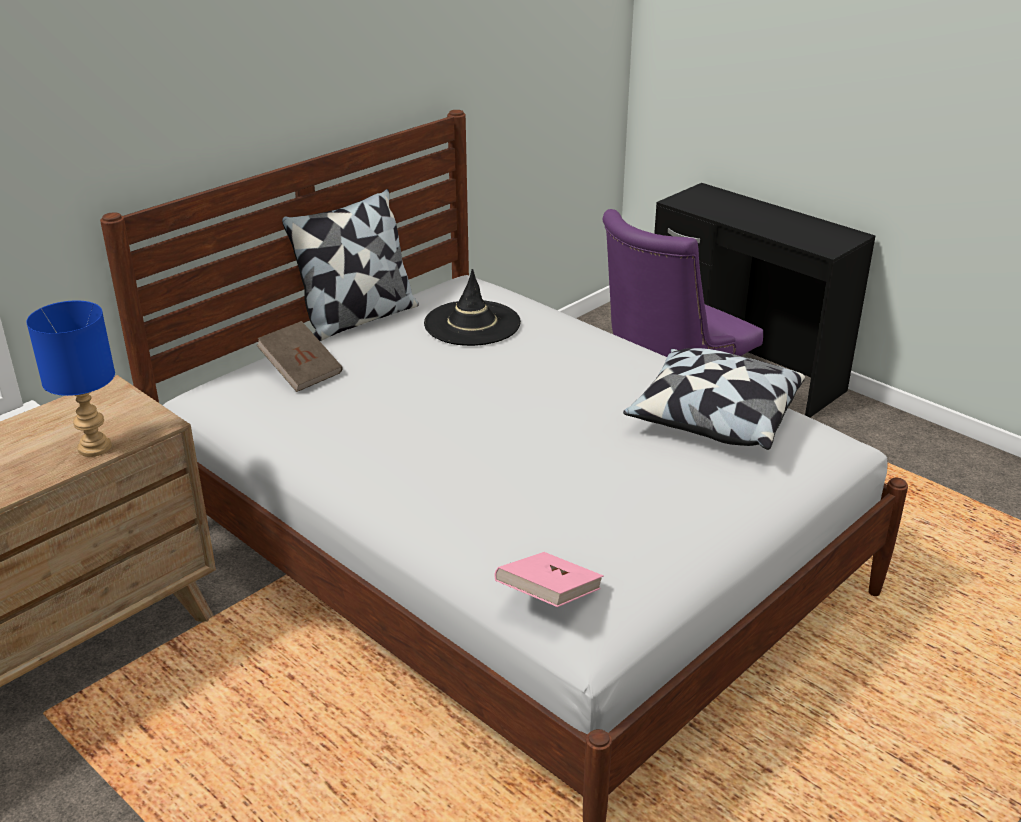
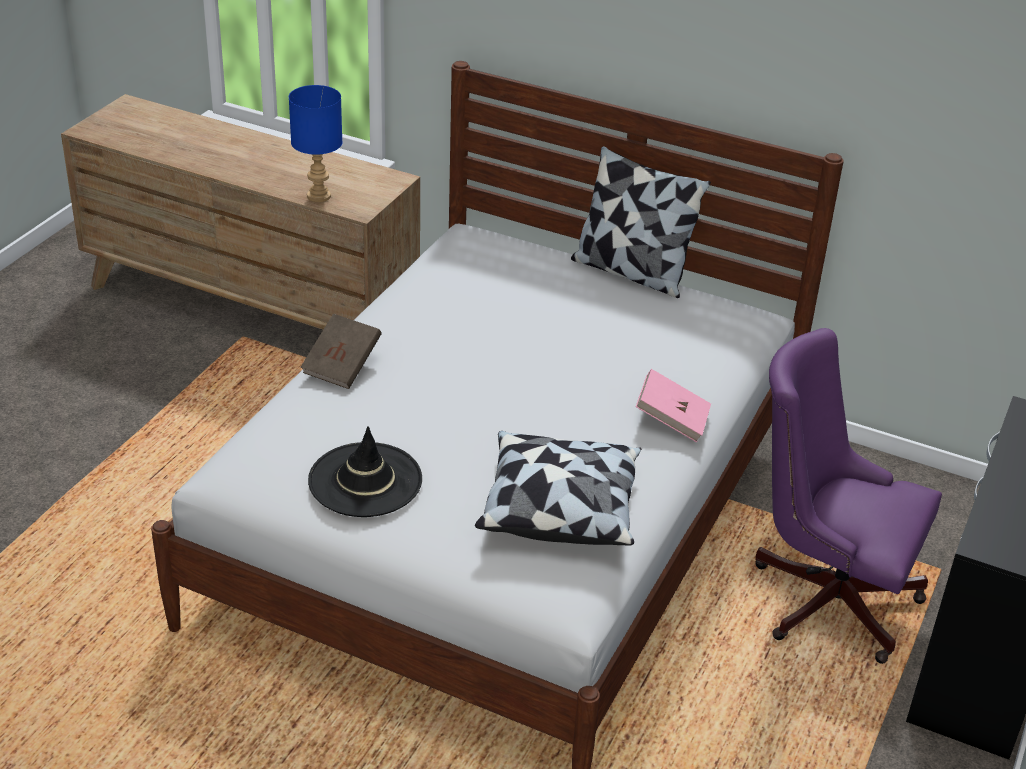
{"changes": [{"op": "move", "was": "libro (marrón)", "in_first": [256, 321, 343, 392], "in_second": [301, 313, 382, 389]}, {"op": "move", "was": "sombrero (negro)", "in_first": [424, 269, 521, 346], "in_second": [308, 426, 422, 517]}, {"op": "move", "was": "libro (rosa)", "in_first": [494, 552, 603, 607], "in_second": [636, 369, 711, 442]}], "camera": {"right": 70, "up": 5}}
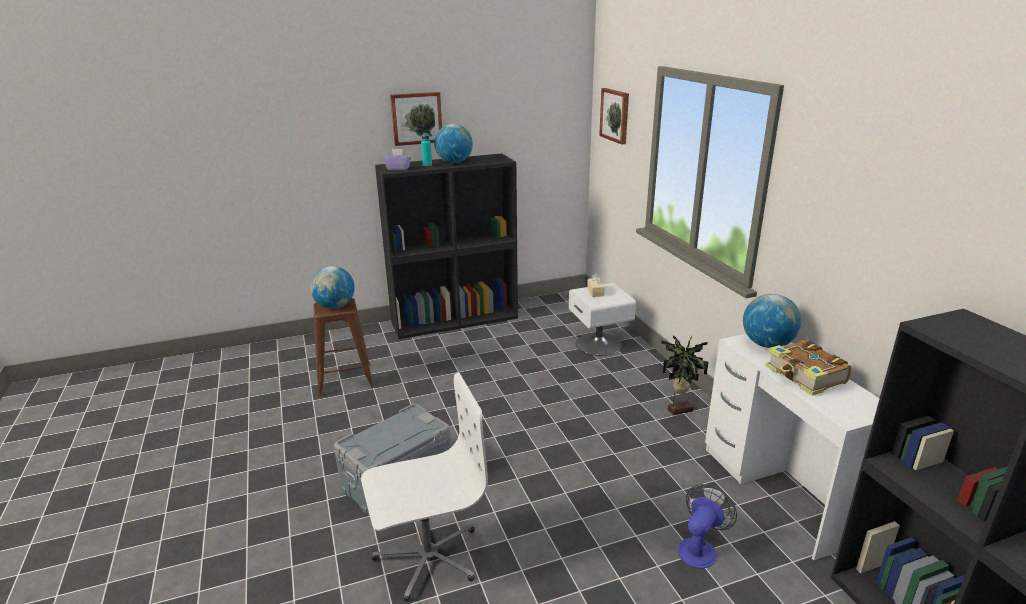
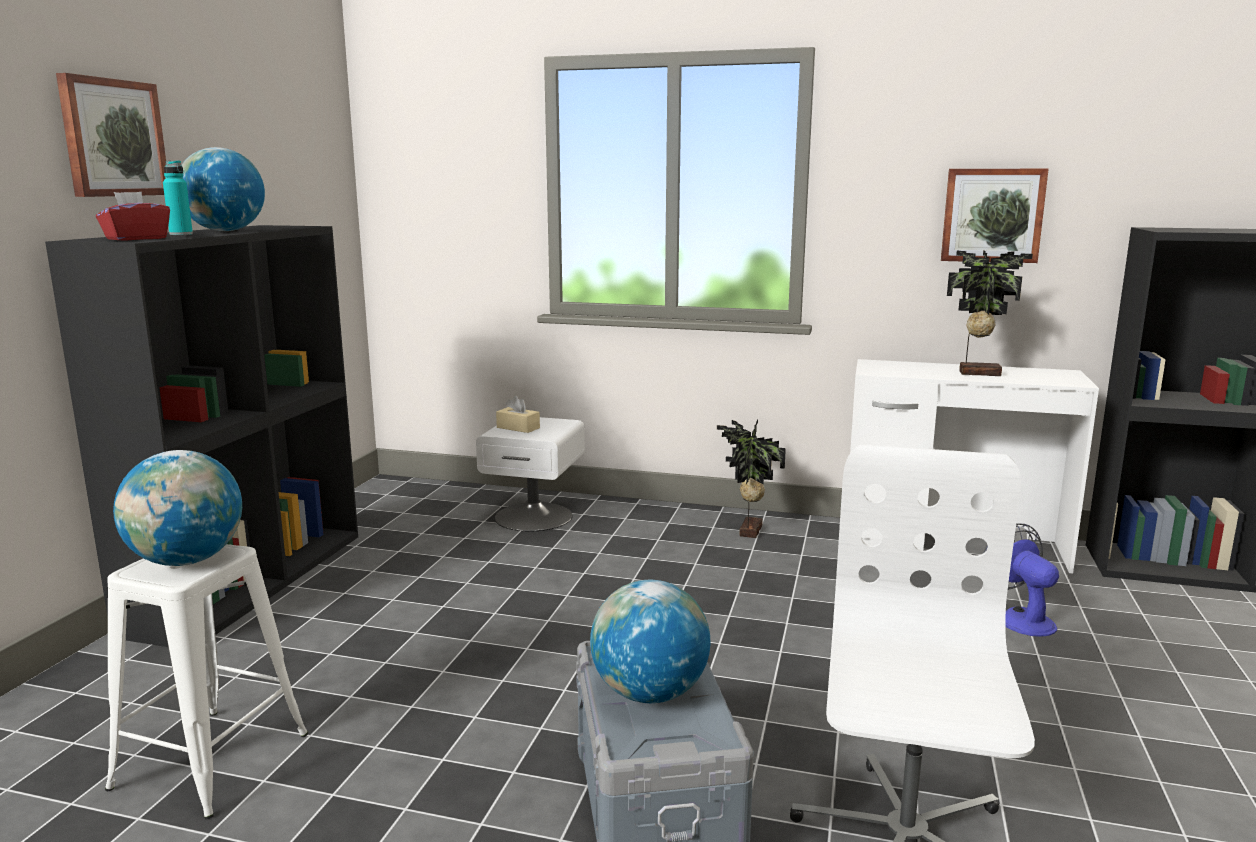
{"changes": [{"op": "recolor", "was": "taburete (marrón)", "now": "taburete (blanco)", "in_first": [313, 298, 374, 396], "in_second": [105, 544, 308, 819]}, {"op": "recolor", "was": "caja de pañuelos (morado)", "now": "caja de pañuelos (rojo)", "in_first": [383, 149, 411, 170], "in_second": [96, 192, 170, 241]}, {"op": "move", "was": "cuadro", "in_first": [599, 88, 629, 145], "in_second": [941, 169, 1049, 263]}, {"op": "move", "was": "globo terráqueo", "in_first": [743, 294, 801, 348], "in_second": [590, 580, 711, 703]}, {"op": "replace", "was": "libro", "now": "planta en maceta", "in_first": [766, 340, 852, 396], "in_second": [947, 250, 1033, 376]}], "camera": {"right": -55, "up": -10}}
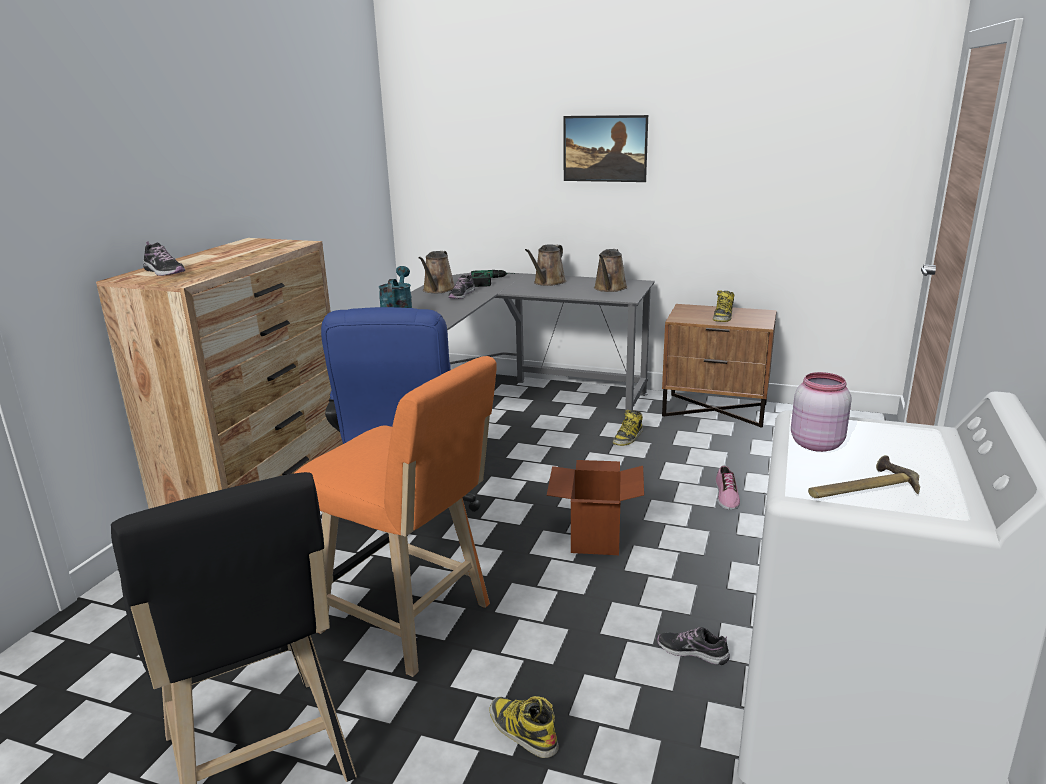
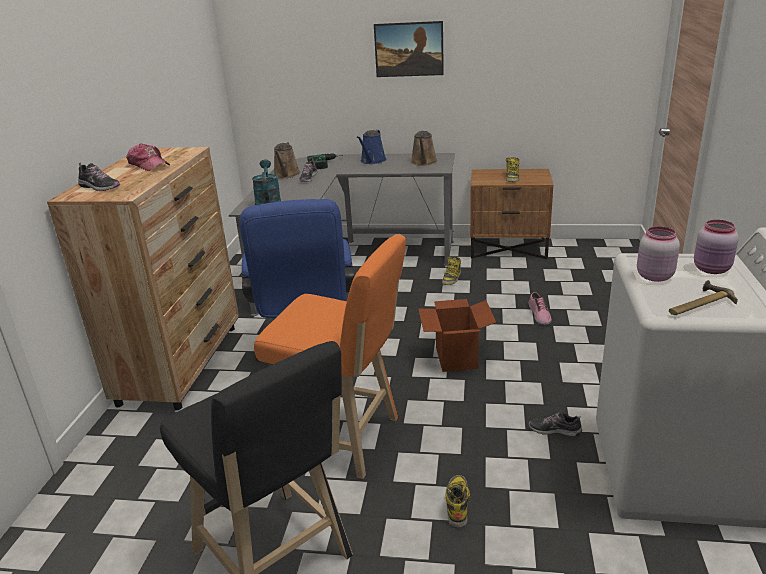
{"changes": [{"op": "rotate", "was": "bota", "in_first": [489, 696, 559, 758], "in_second": [446, 475, 470, 528], "clockwise": 60}, {"op": "recolor", "was": "regadera (marrón)", "now": "regadera (azul)", "in_first": [525, 244, 566, 286], "in_second": [357, 130, 387, 164]}, {"op": "insert", "now": "gorra", "in_second": [126, 143, 170, 171]}, {"op": "insert", "now": "tarro (rosa)", "in_second": [694, 220, 738, 274]}], "camera": {"right": -10, "up": 5}}
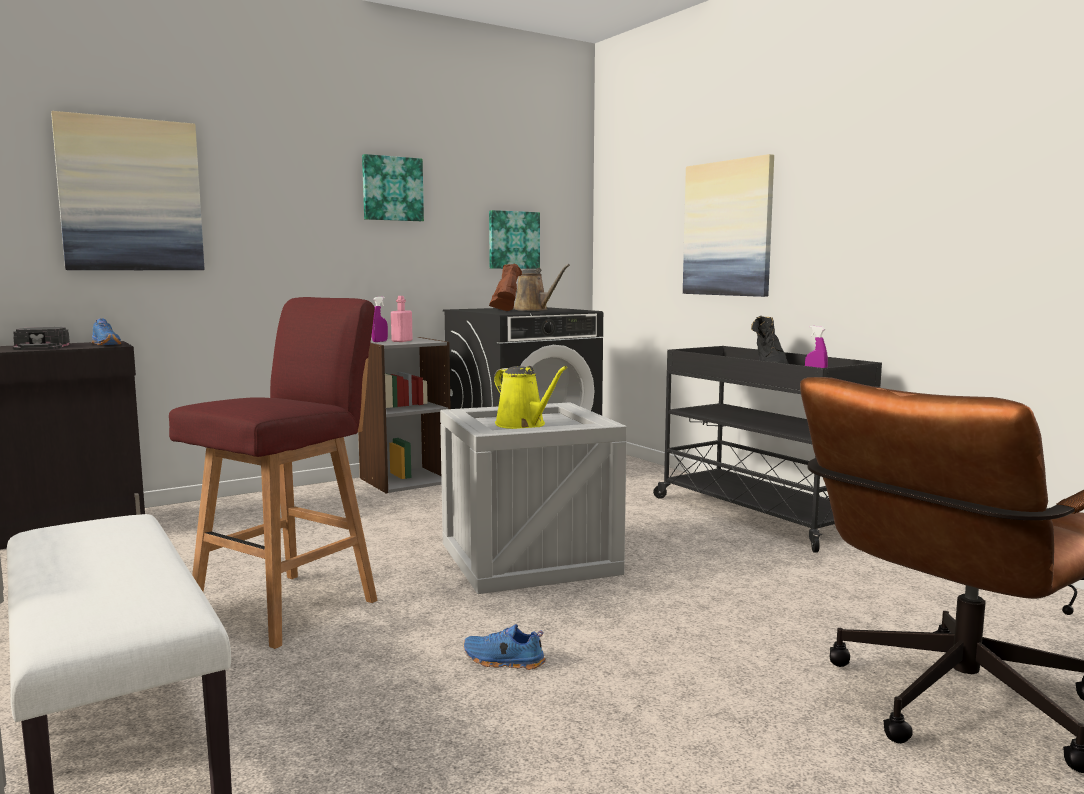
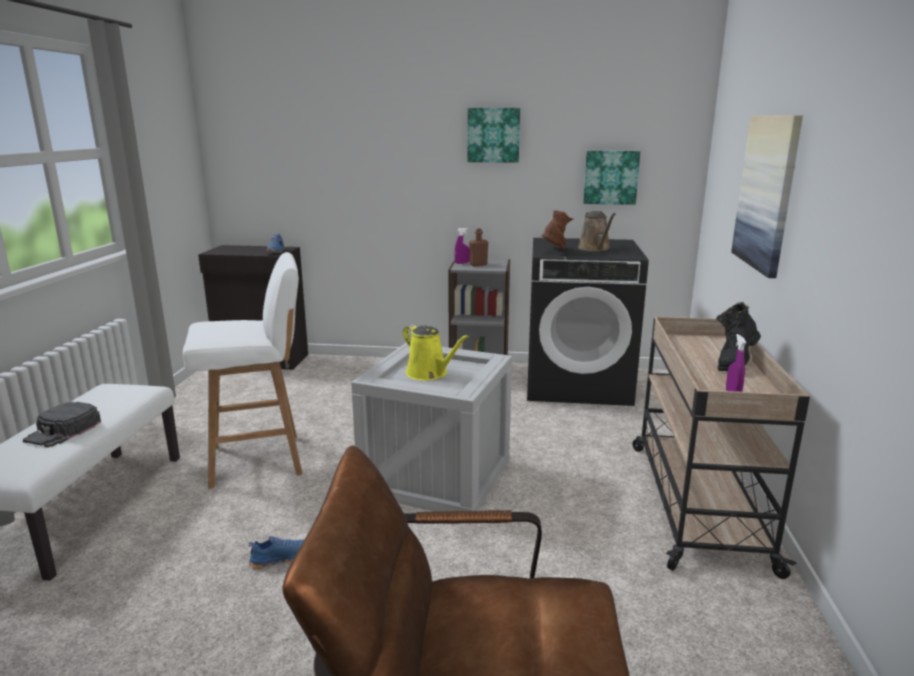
{"changes": [{"op": "move", "was": "gorra (negro)", "in_first": [13, 327, 70, 350], "in_second": [23, 402, 101, 447]}, {"op": "delete", "was": "cuadro", "in_first": [51, 111, 204, 270]}, {"op": "recolor", "was": "taburete (rojo)", "now": "taburete (blanco)", "in_first": [169, 297, 377, 649], "in_second": [183, 252, 303, 489]}, {"op": "recolor", "was": "botella (rosa)", "now": "botella (marrón)", "in_first": [391, 296, 413, 342], "in_second": [469, 228, 488, 266]}, {"op": "rotate", "was": "zapato (azul)", "in_first": [464, 624, 546, 670], "in_second": [249, 536, 304, 569], "clockwise": 105}, {"op": "rotate", "was": "regadera (amarillo)", "in_first": [494, 366, 567, 429], "in_second": [403, 324, 469, 380], "clockwise": -45}, {"op": "recolor", "was": "carrito (negro)", "now": "carrito (beis)", "in_first": [653, 346, 882, 553], "in_second": [633, 317, 810, 579]}], "camera": {"right": 40, "up": 10}}
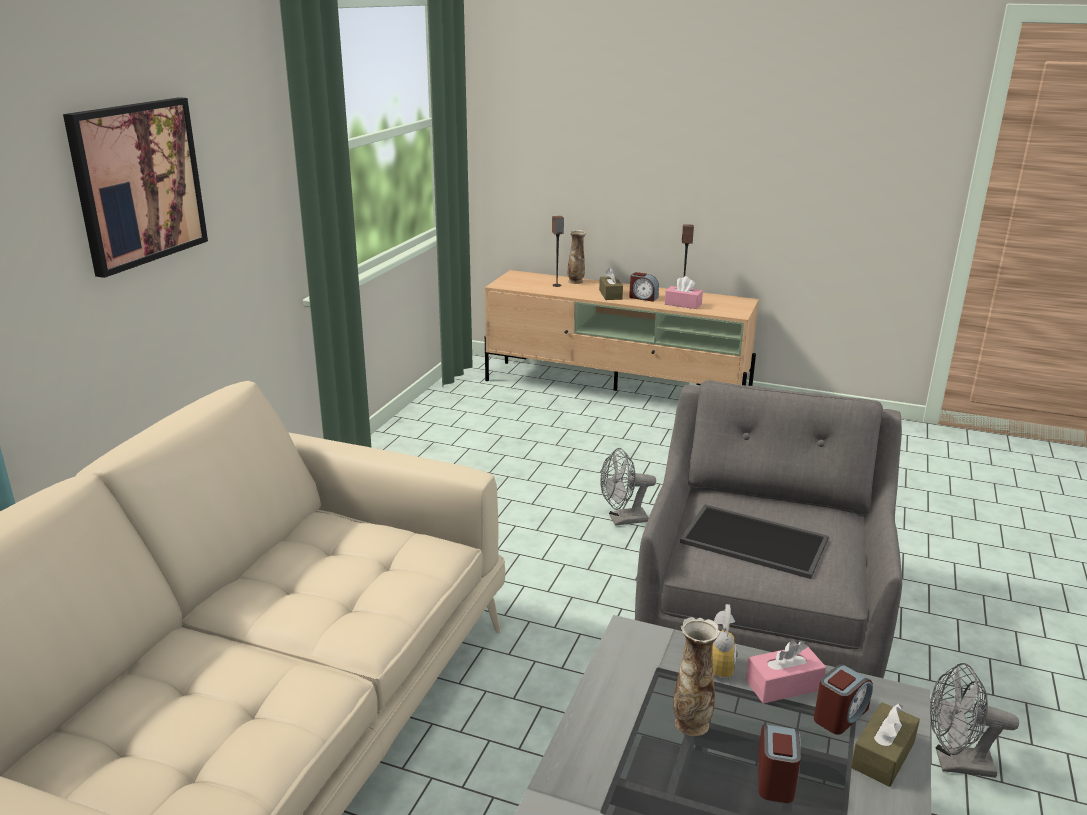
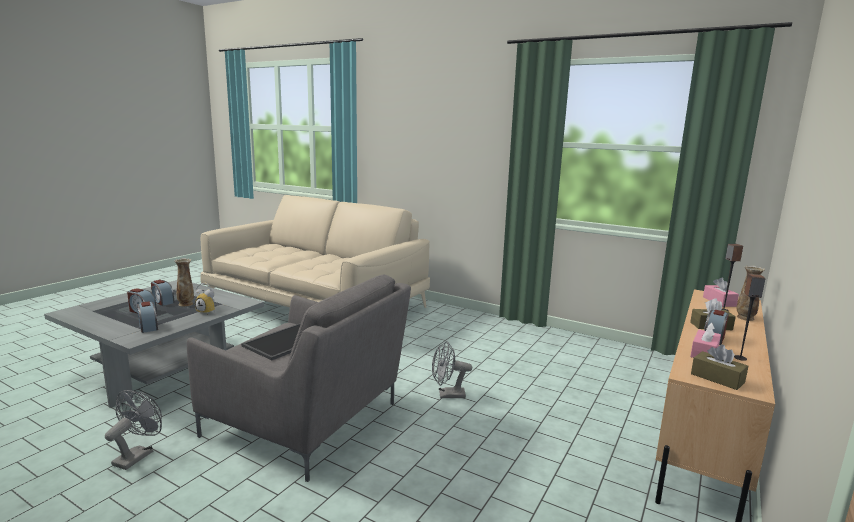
{"changes": [{"op": "delete", "was": "cuadro", "in_first": [63, 97, 208, 278]}, {"op": "rotate", "was": "ventilador (gris)", "in_first": [600, 448, 656, 526], "in_second": [432, 341, 472, 398], "clockwise": -90}, {"op": "move", "was": "caja de pañuelos (rosa)", "in_first": [746, 640, 826, 703], "in_second": [703, 277, 739, 307]}, {"op": "move", "was": "caja de pañuelos (marrón)", "in_first": [851, 702, 920, 787], "in_second": [691, 345, 748, 390]}, {"op": "insert", "now": "despertador", "in_second": [151, 280, 175, 306]}], "camera": {"right": 100, "up": -10}}
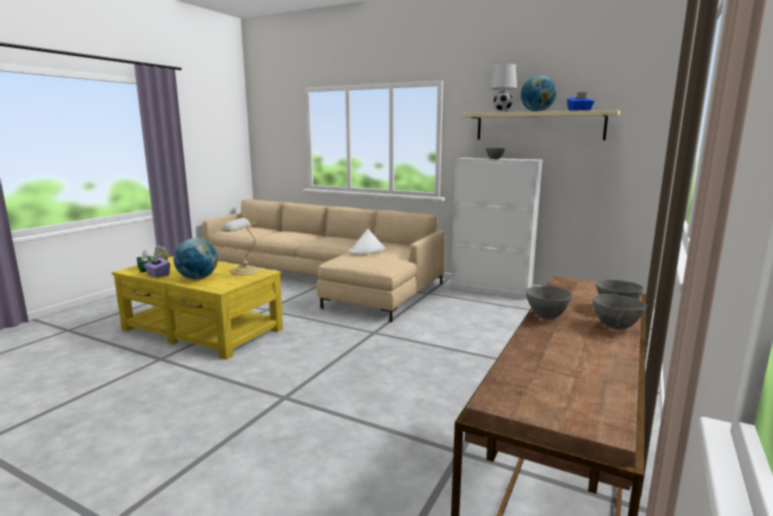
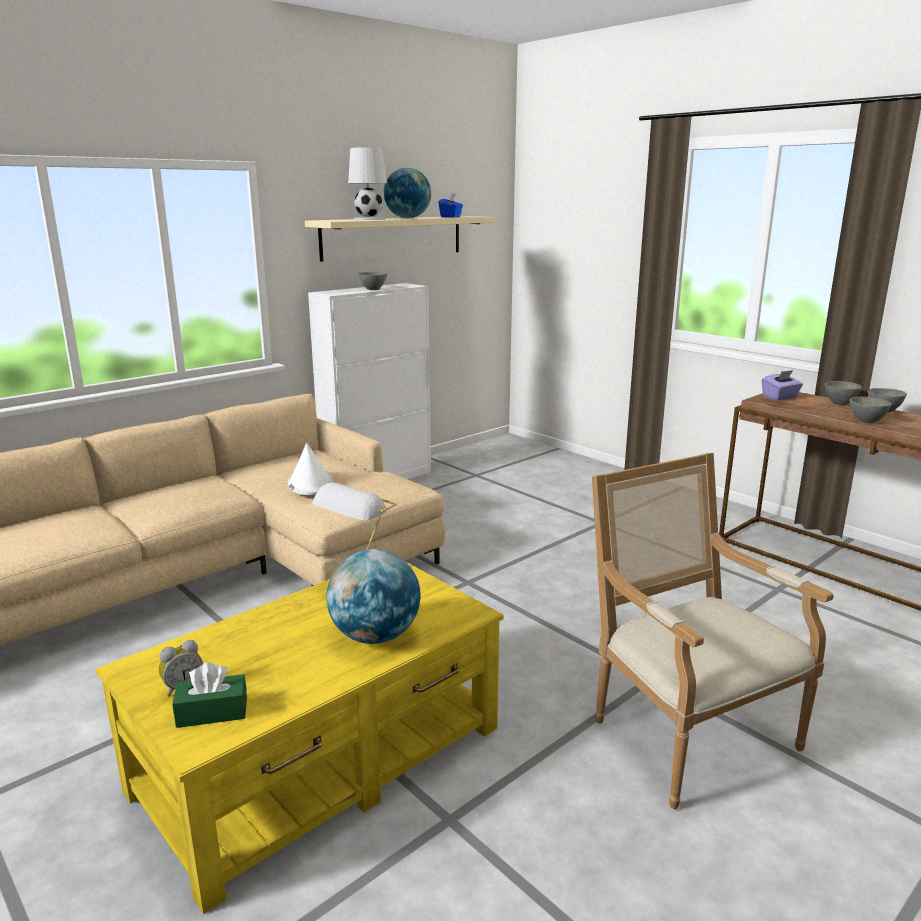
{"changes": [{"op": "move", "was": "caja de pañuelos (morado)", "in_first": [144, 256, 170, 278], "in_second": [762, 370, 803, 400]}, {"op": "insert", "now": "sillón", "in_second": [592, 453, 834, 809]}], "camera": {"right": -70, "up": 5}}
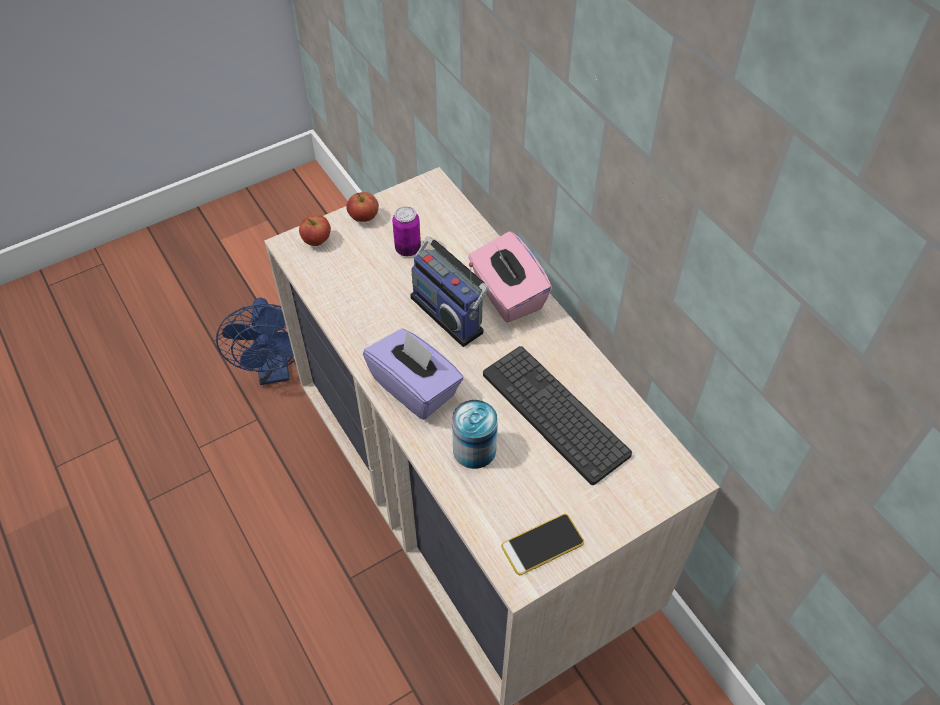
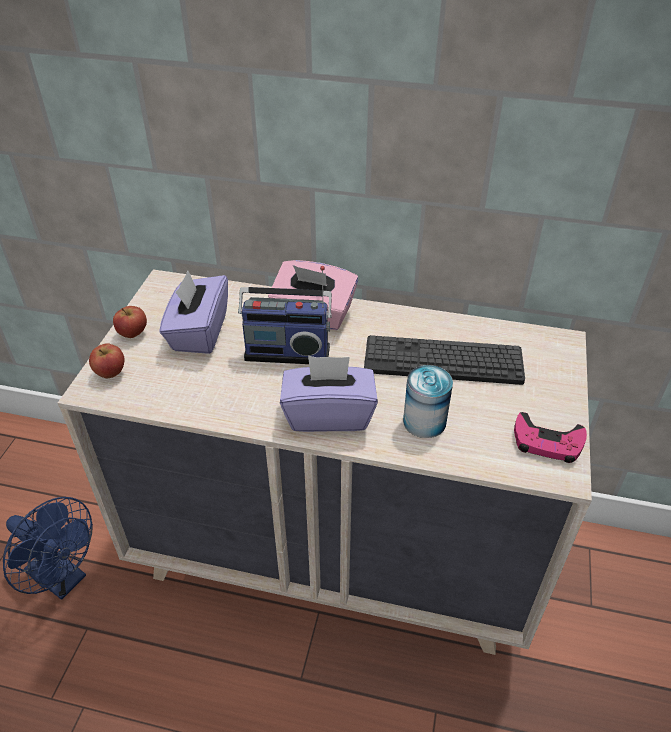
{"changes": [{"op": "replace", "was": "lata", "now": "caja de pañuelos (morado)", "in_first": [392, 206, 421, 256], "in_second": [159, 271, 228, 354]}, {"op": "replace", "was": "móvil", "now": "mando de consola (rosa)", "in_first": [501, 514, 584, 575], "in_second": [514, 412, 587, 463]}], "camera": {"right": -45, "up": -10}}
